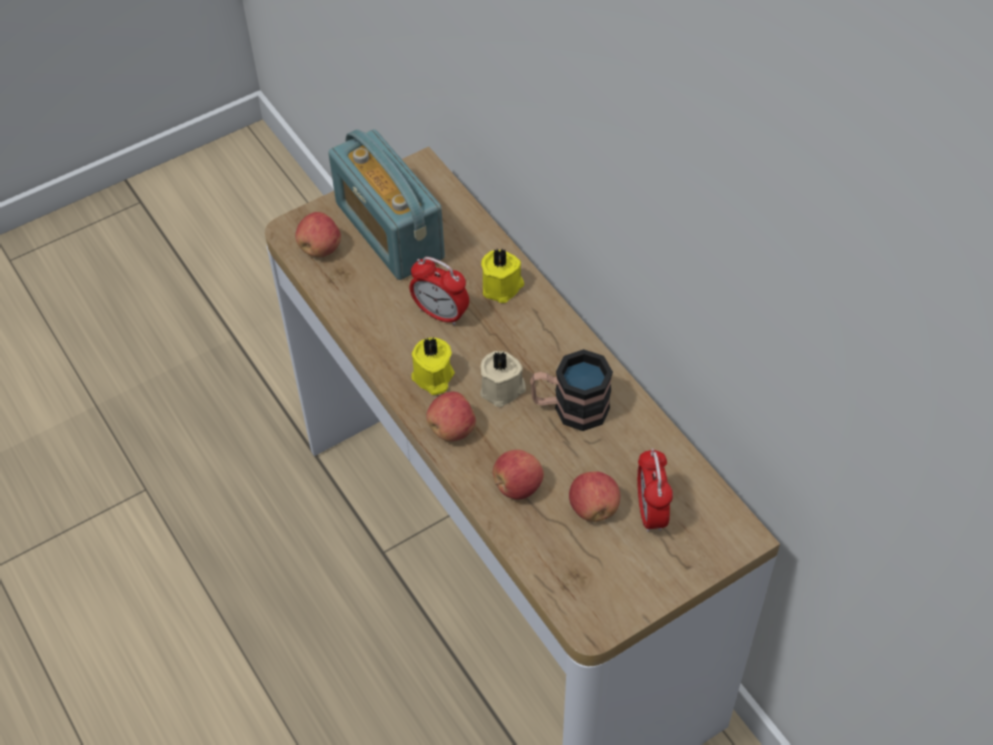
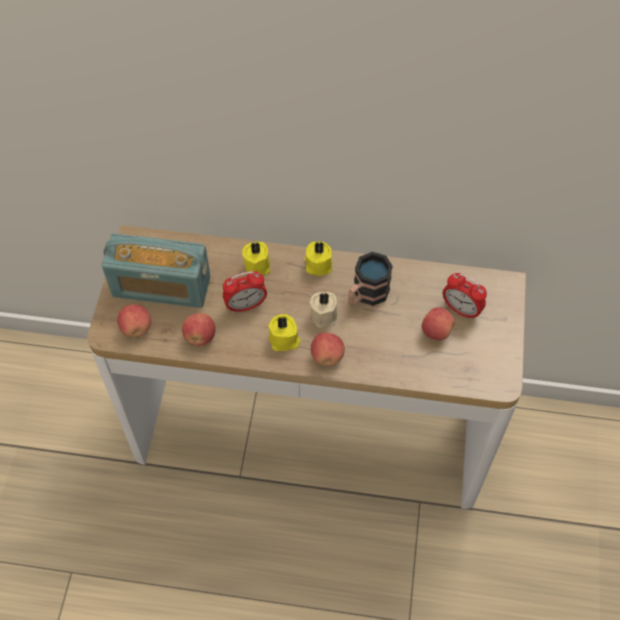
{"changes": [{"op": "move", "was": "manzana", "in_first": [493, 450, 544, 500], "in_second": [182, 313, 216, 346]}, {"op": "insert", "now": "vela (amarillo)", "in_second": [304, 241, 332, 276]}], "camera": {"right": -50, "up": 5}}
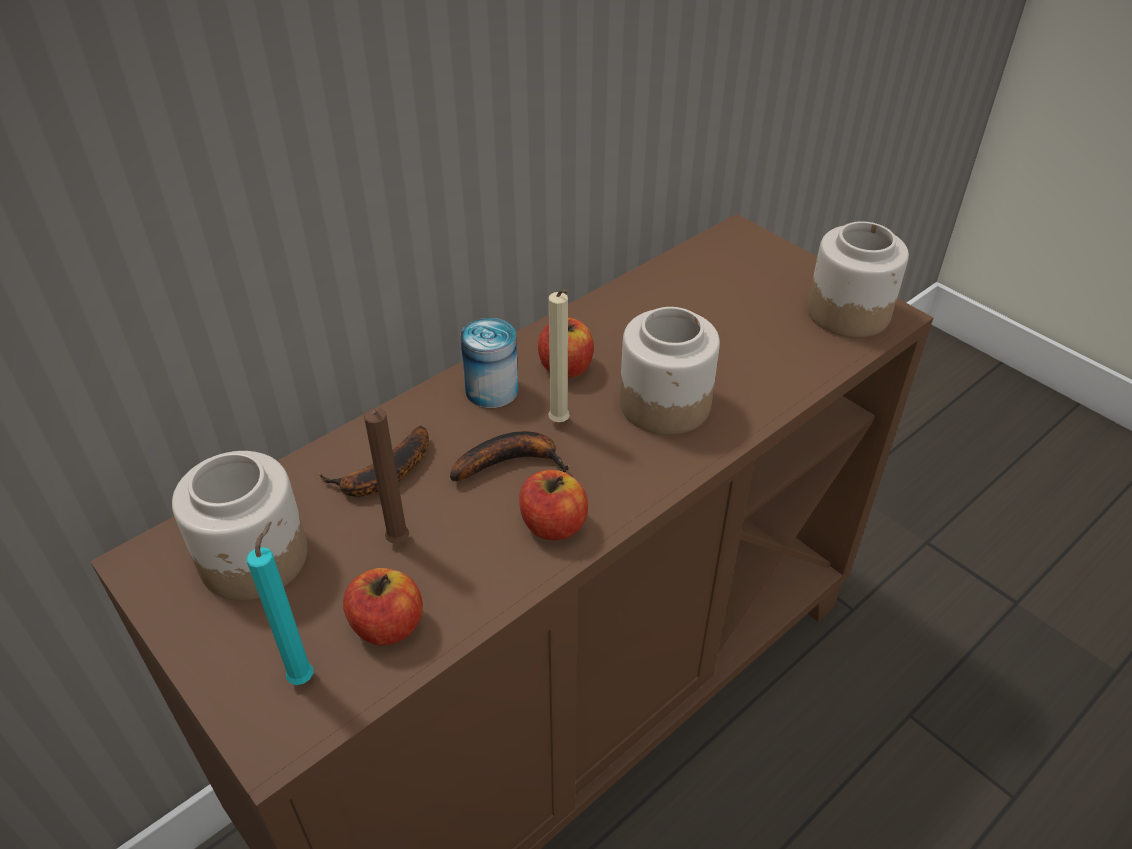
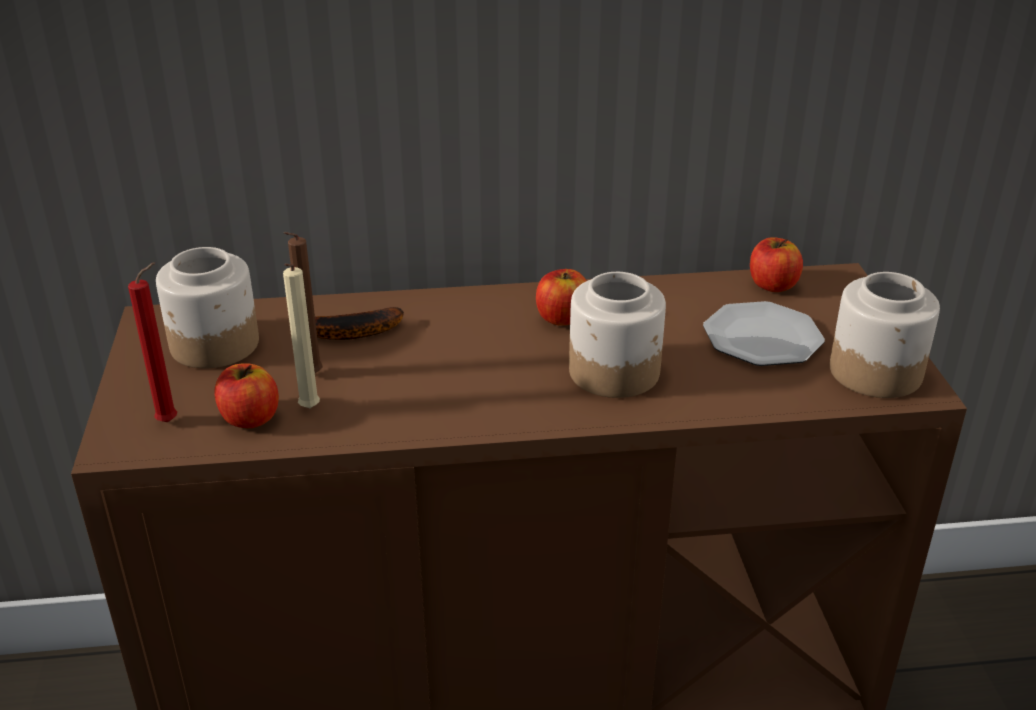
{"changes": [{"op": "recolor", "was": "vela (turquesa)", "now": "vela (rojo)", "in_first": [247, 522, 313, 685], "in_second": [128, 262, 177, 422]}, {"op": "delete", "was": "plátano", "in_first": [450, 431, 569, 482]}, {"op": "delete", "was": "lata", "in_first": [460, 318, 518, 408]}, {"op": "move", "was": "manzana", "in_first": [519, 470, 588, 540], "in_second": [750, 237, 803, 292]}, {"op": "move", "was": "vela (beis)", "in_first": [548, 289, 570, 422], "in_second": [283, 263, 320, 408]}, {"op": "insert", "now": "plato", "in_second": [703, 301, 825, 366]}], "camera": {"right": 35, "up": -10}}
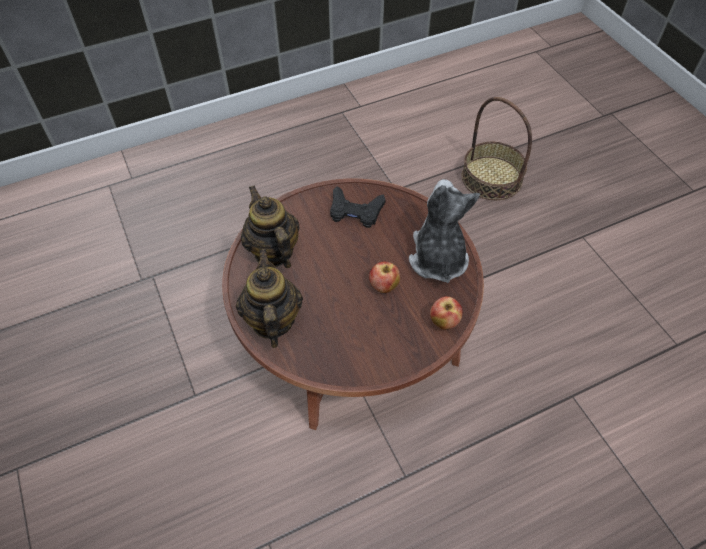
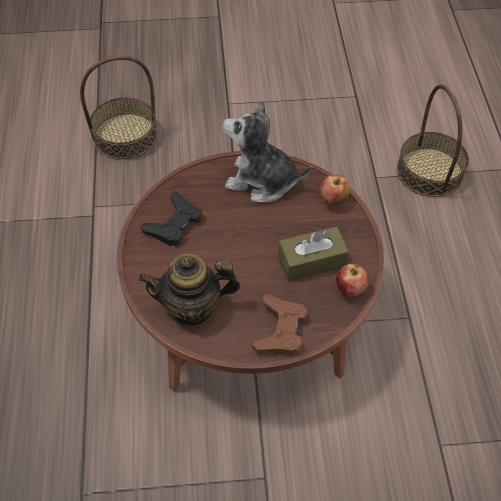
{"changes": [{"op": "replace", "was": "tetera", "now": "mando de consola (marrón)", "in_first": [236, 249, 303, 348], "in_second": [252, 295, 307, 356]}, {"op": "move", "was": "manzana", "in_first": [369, 262, 400, 293], "in_second": [336, 263, 369, 297]}, {"op": "insert", "now": "caja de pañuelos (marrón)", "in_second": [278, 226, 349, 282]}, {"op": "insert", "now": "cesta", "in_second": [397, 84, 469, 197]}], "camera": {"right": -70, "up": 0}}
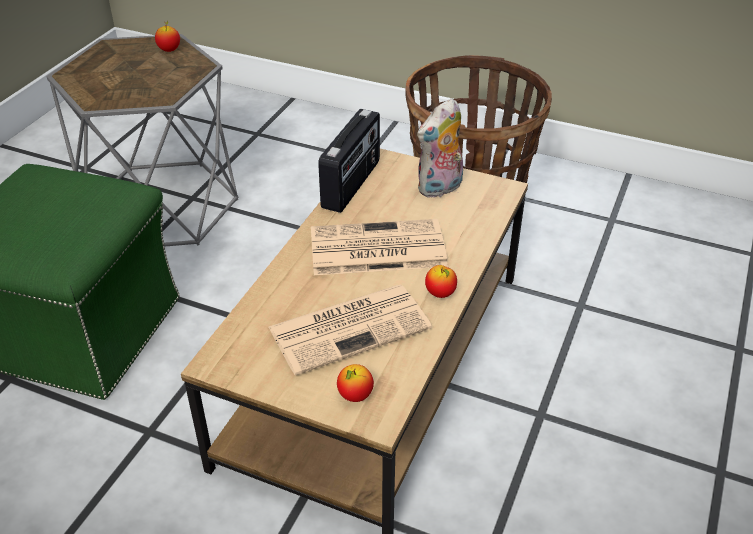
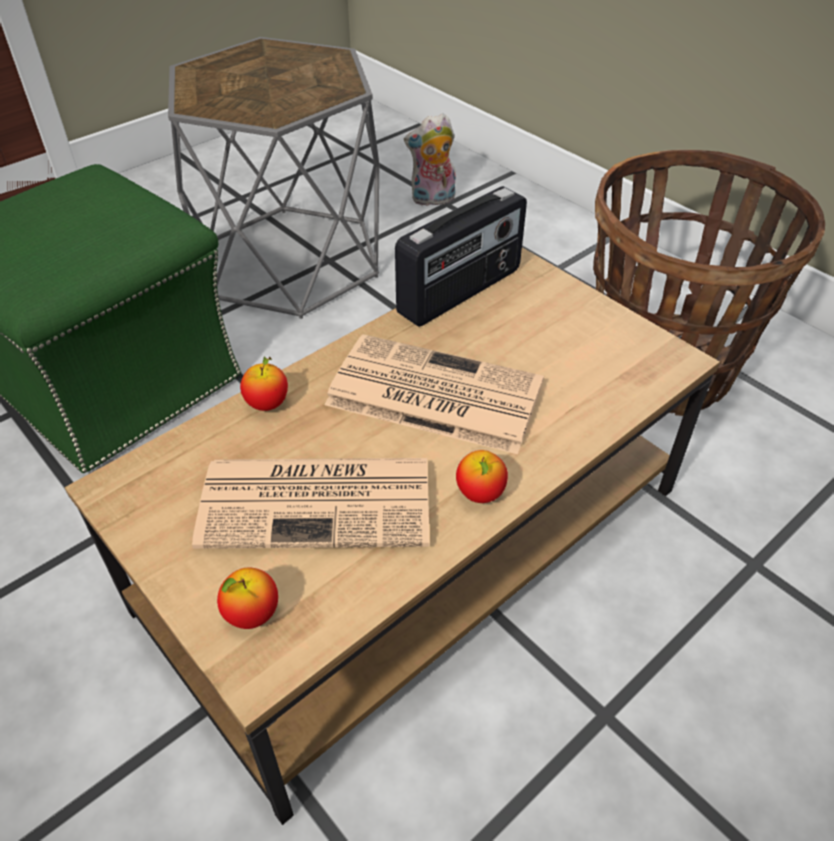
{"changes": [{"op": "move", "was": "manzana", "in_first": [155, 20, 180, 52], "in_second": [240, 356, 288, 411]}, {"op": "move", "was": "peluche", "in_first": [417, 98, 463, 198], "in_second": [404, 113, 456, 207]}], "camera": {"right": 25, "up": 5}}
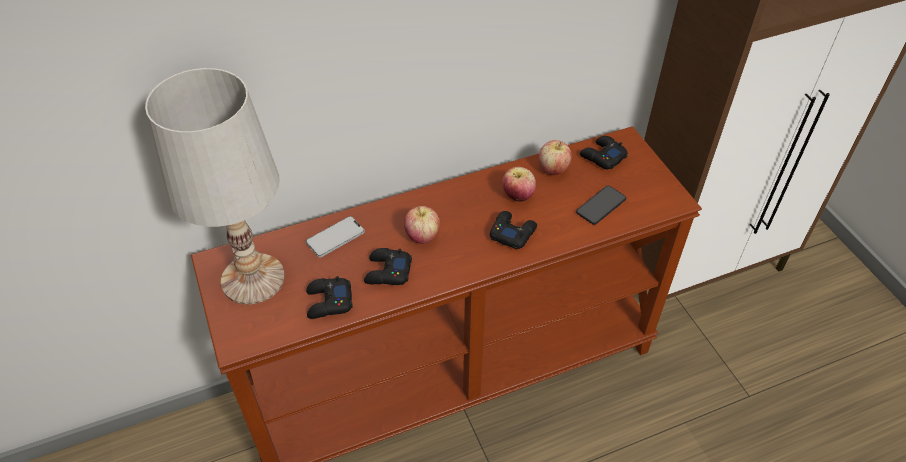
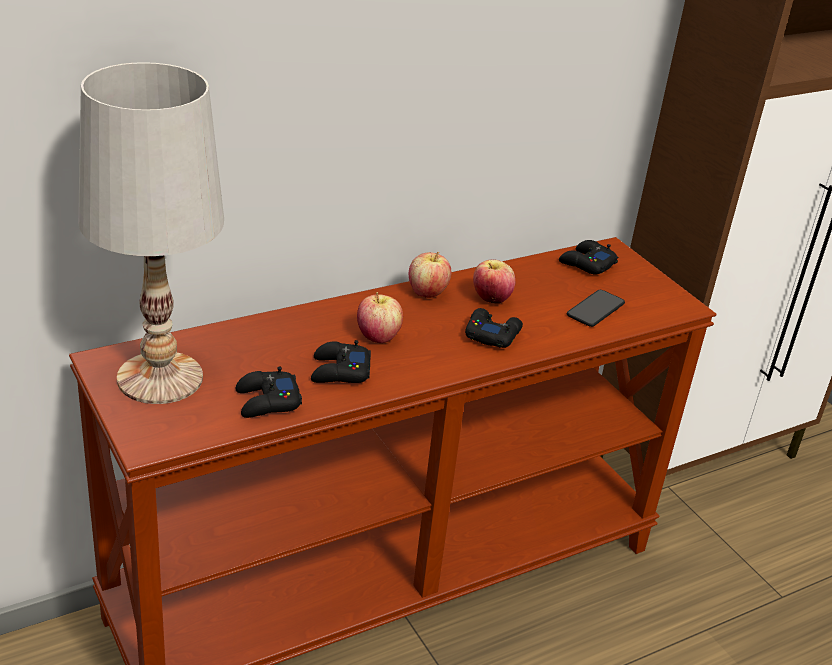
{"changes": [{"op": "delete", "was": "móvil", "in_first": [306, 216, 365, 258]}, {"op": "move", "was": "manzana", "in_first": [539, 140, 572, 175], "in_second": [409, 252, 451, 298]}], "camera": {"right": -10, "up": -15}}
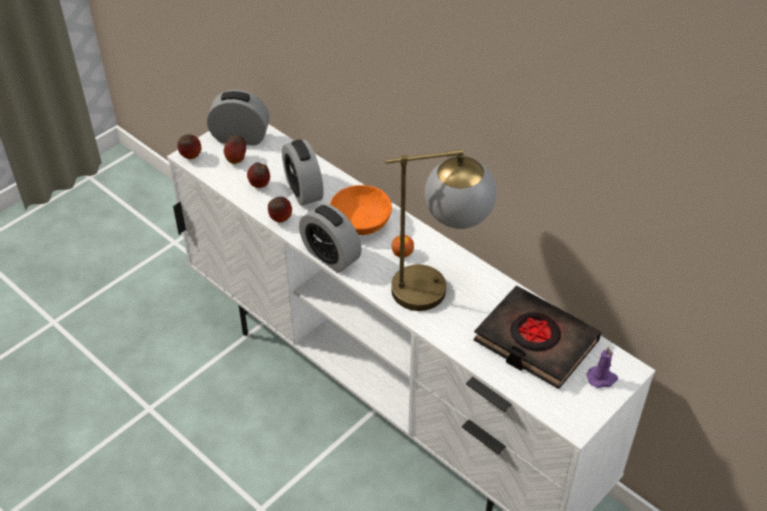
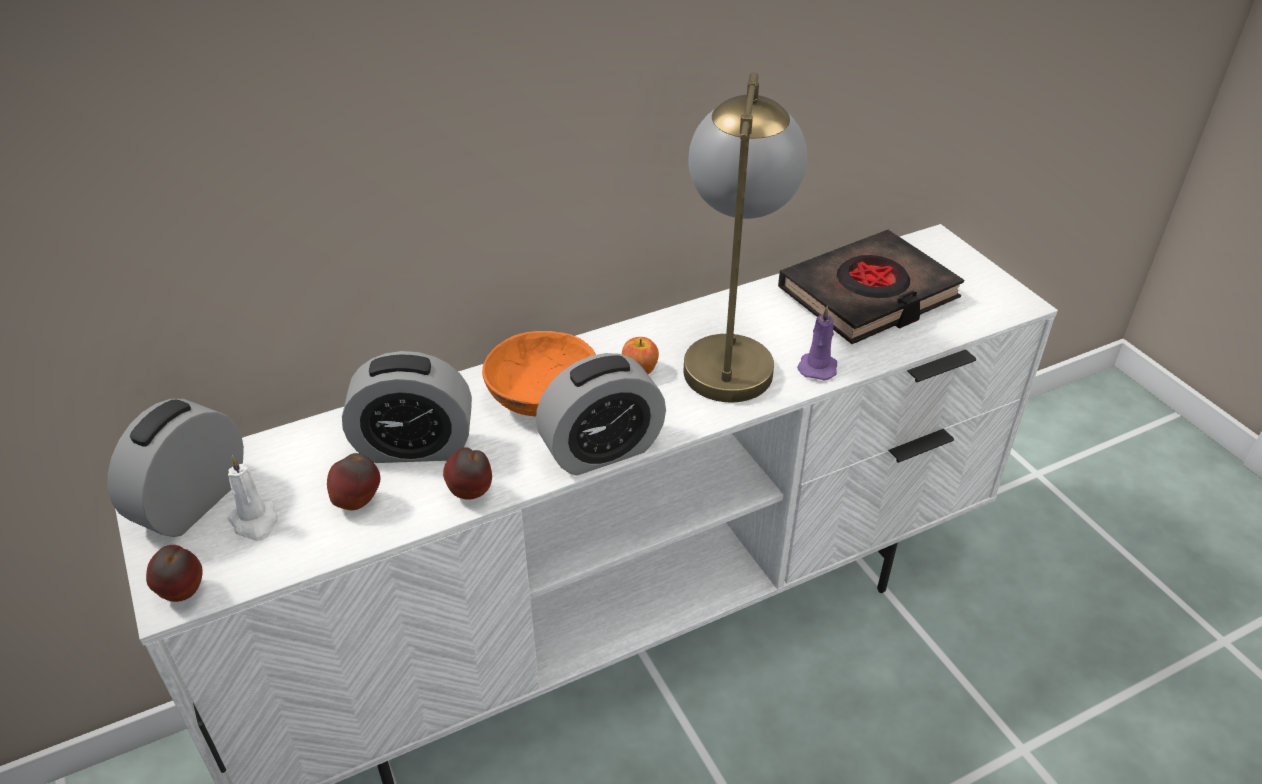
{"changes": [{"op": "replace", "was": "manzana", "now": "vela (blanco)", "in_first": [224, 135, 246, 164], "in_second": [227, 455, 277, 541]}, {"op": "move", "was": "vela (morado)", "in_first": [587, 346, 618, 388], "in_second": [797, 306, 837, 380]}], "camera": {"right": -70, "up": -5}}
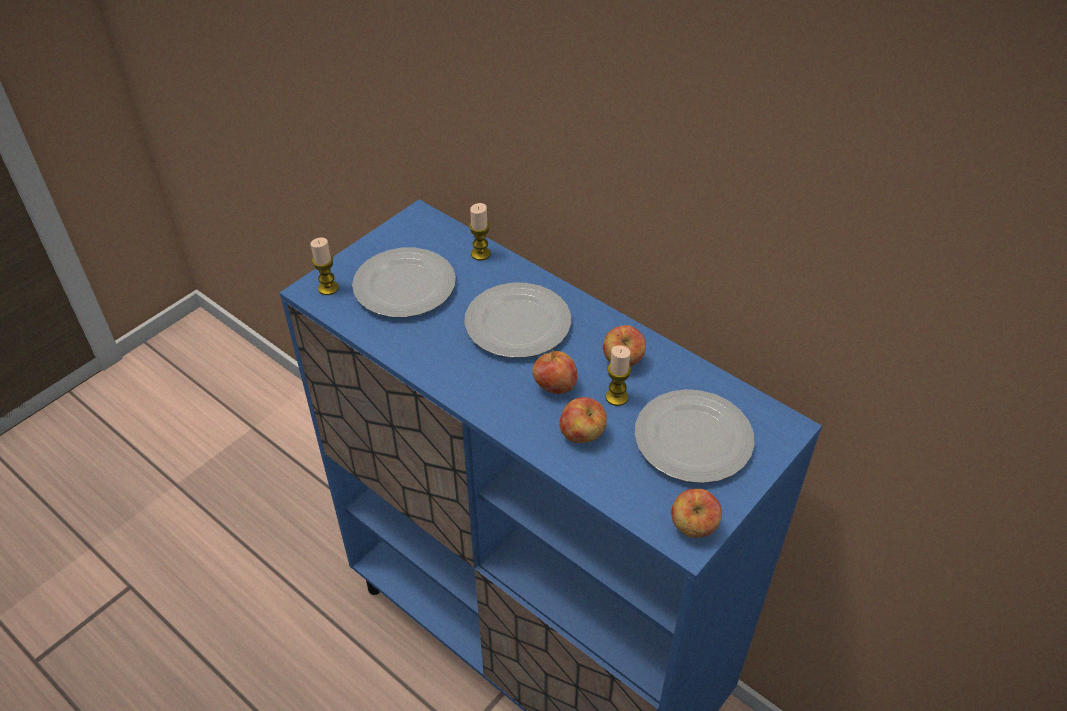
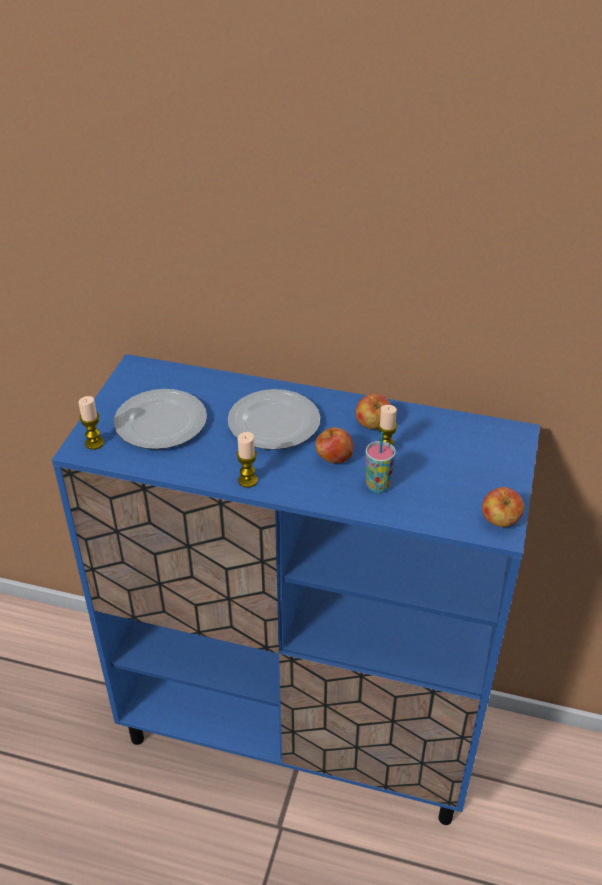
{"changes": [{"op": "move", "was": "vela", "in_first": [469, 203, 491, 261], "in_second": [236, 432, 258, 488]}, {"op": "replace", "was": "manzana", "now": "taza", "in_first": [560, 397, 607, 443], "in_second": [366, 432, 396, 493]}, {"op": "delete", "was": "plato", "in_first": [635, 389, 755, 483]}], "camera": {"right": -25, "up": -5}}
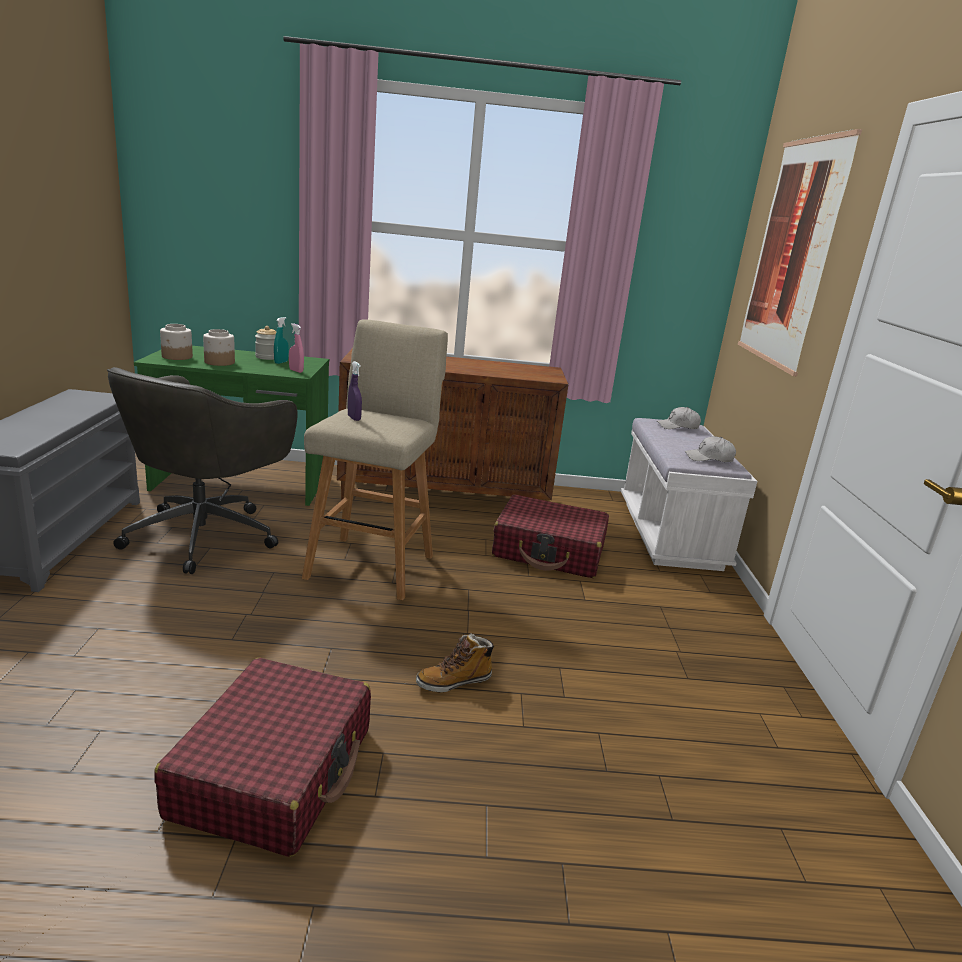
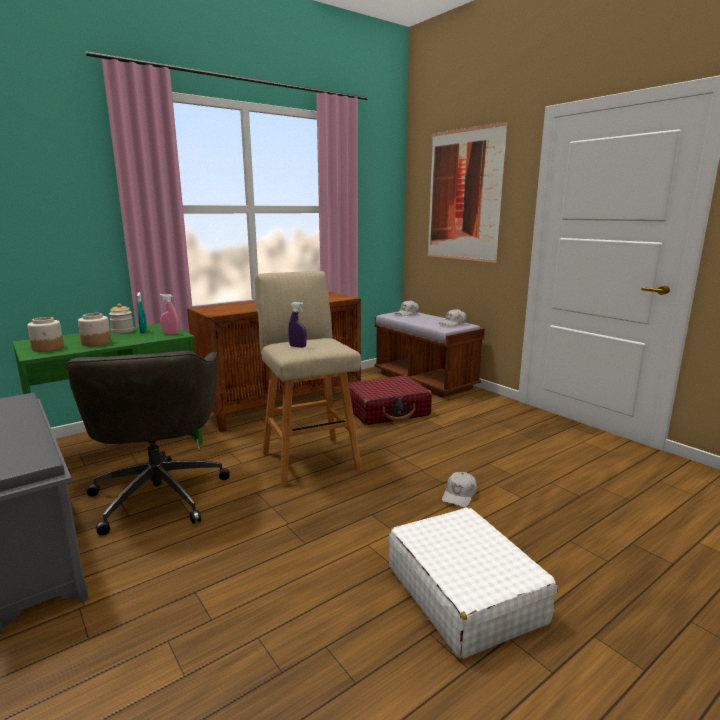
{"changes": [{"op": "recolor", "was": "maleta (rojo)", "now": "maleta (blanco)", "in_first": [154, 658, 371, 857], "in_second": [389, 507, 558, 659]}, {"op": "replace", "was": "bota", "now": "gorra (blanco)", "in_first": [416, 634, 494, 692], "in_second": [442, 472, 477, 507]}, {"op": "recolor", "was": "banco (blanco)", "now": "banco (marrón)", "in_first": [621, 418, 757, 571], "in_second": [374, 312, 485, 398]}], "camera": {"right": -35, "up": -5}}
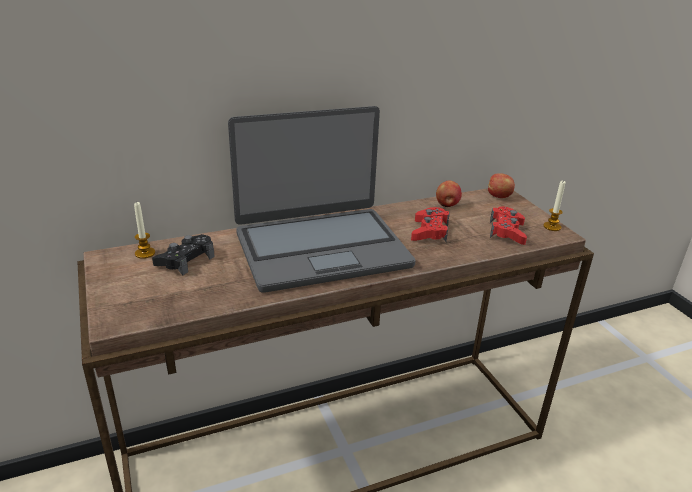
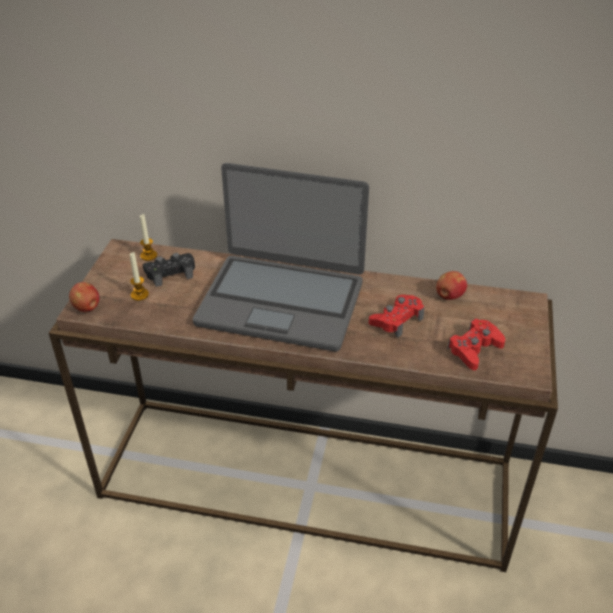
{"changes": [{"op": "move", "was": "manzana", "in_first": [488, 173, 515, 198], "in_second": [69, 282, 99, 312]}, {"op": "move", "was": "vela", "in_first": [543, 180, 566, 231], "in_second": [130, 252, 149, 301]}], "camera": {"right": 35, "up": 10}}
